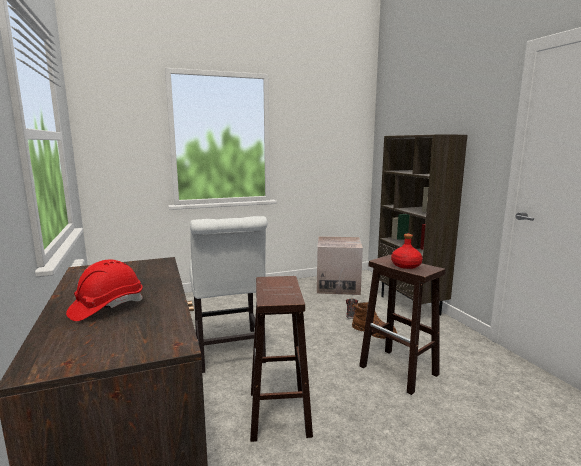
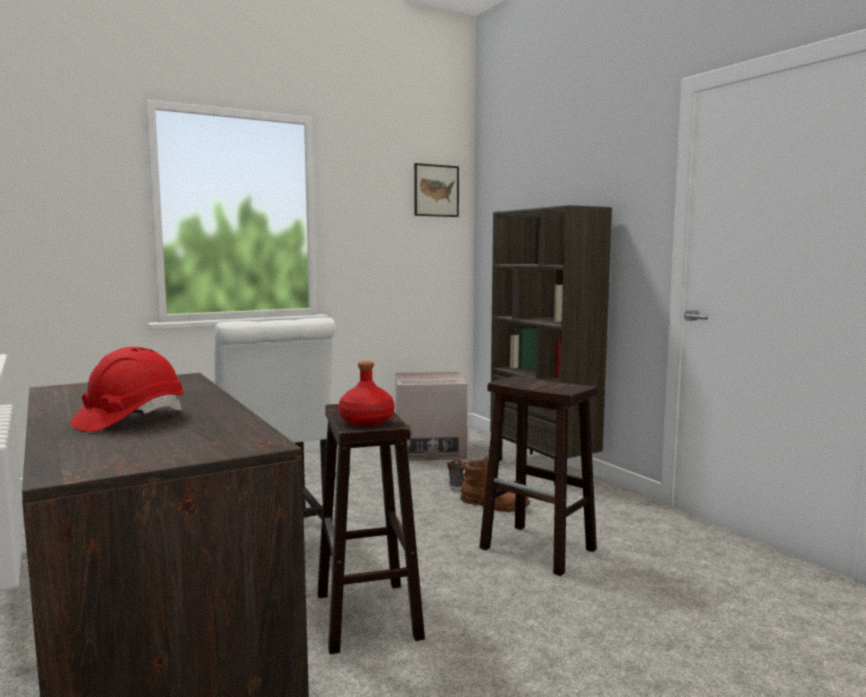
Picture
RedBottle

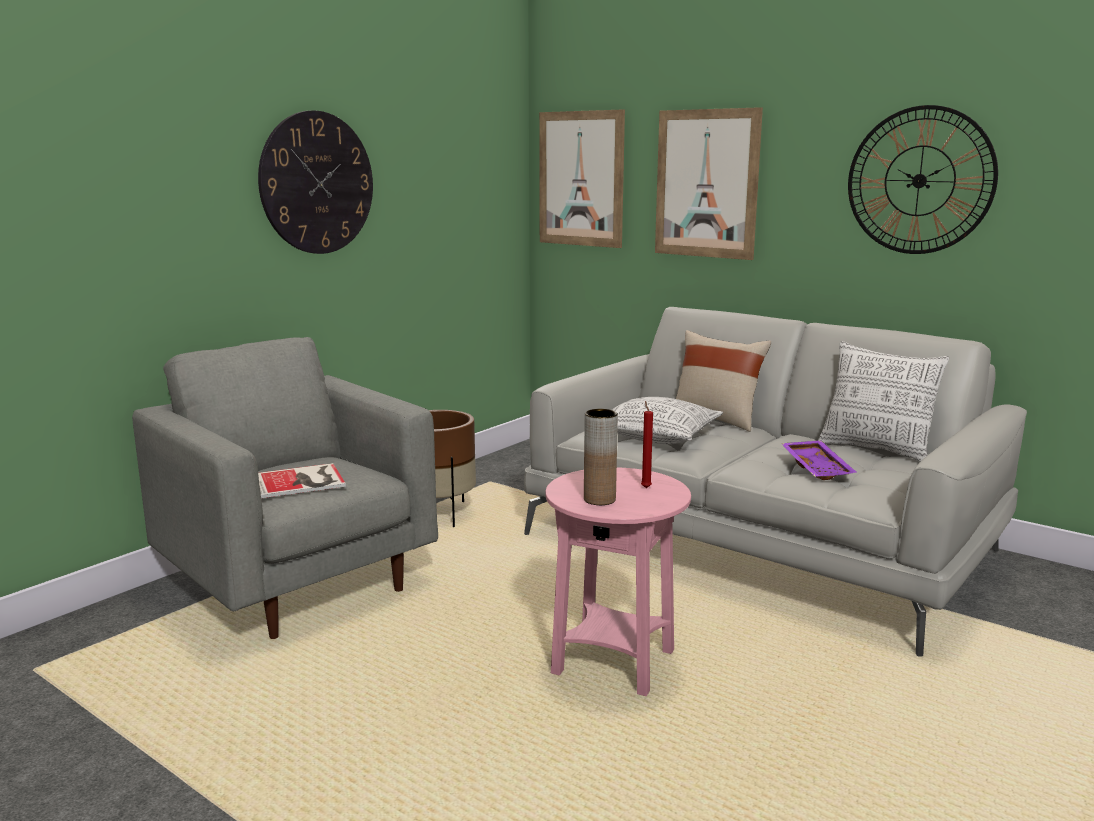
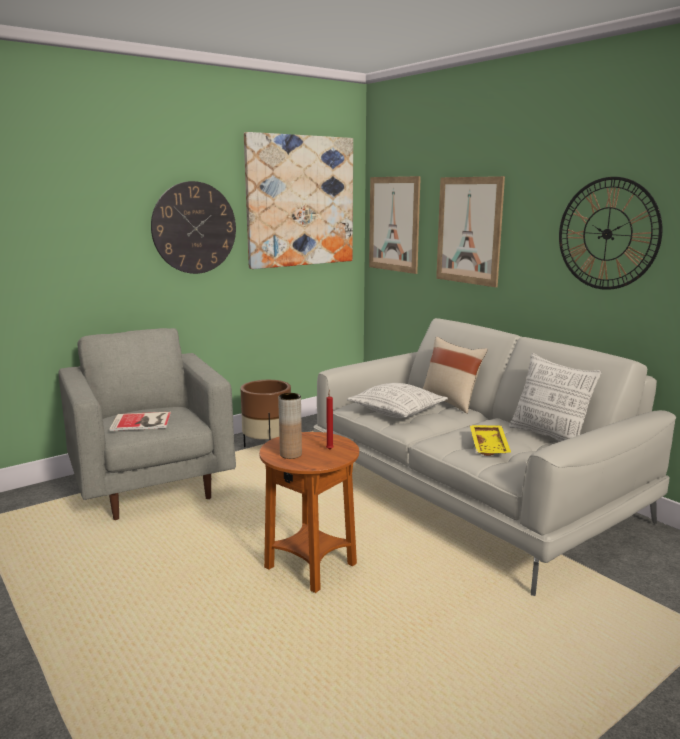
Picture (no. 1 from left)
BrownSideTable
YellowTray

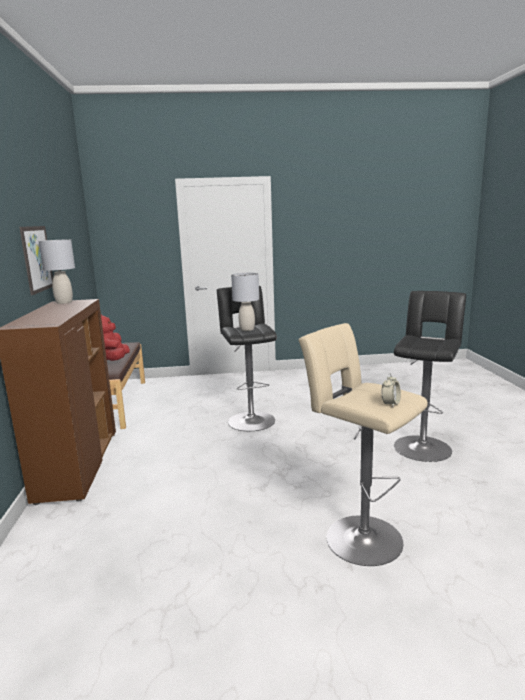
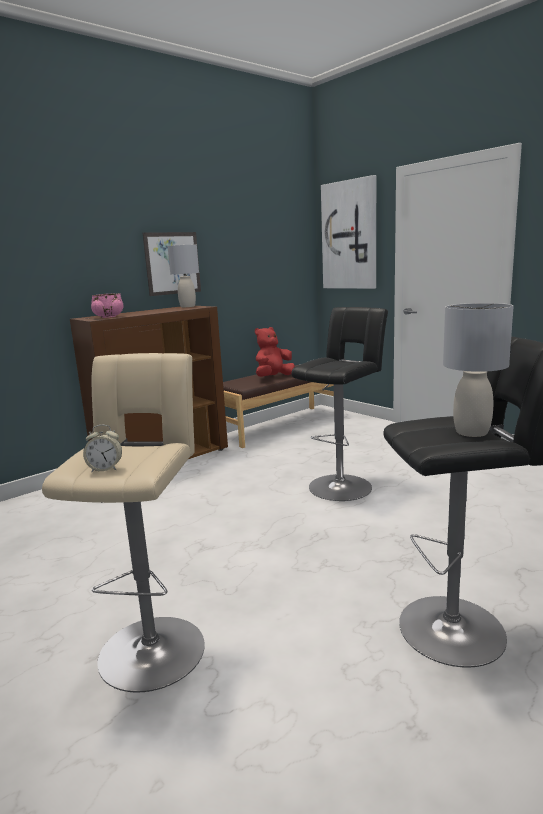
PinkBowl
Picture (no. 2 from left)
GreyTableLamp (no. 2 from left)

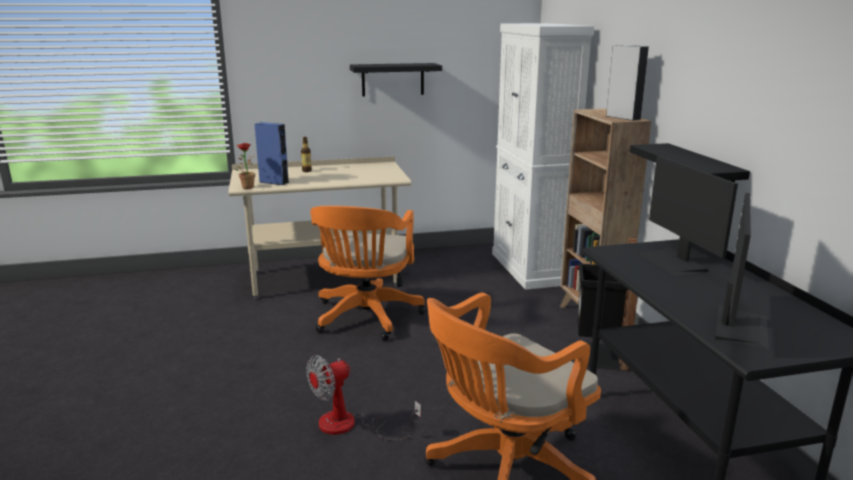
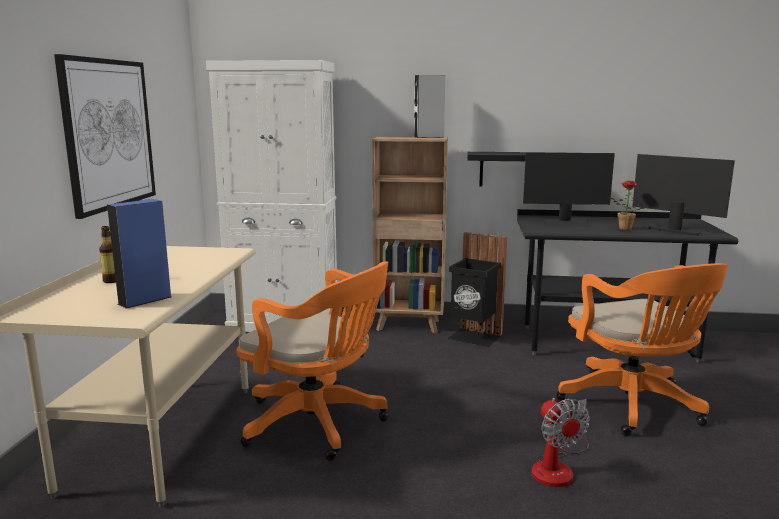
PottedPlant
Picture

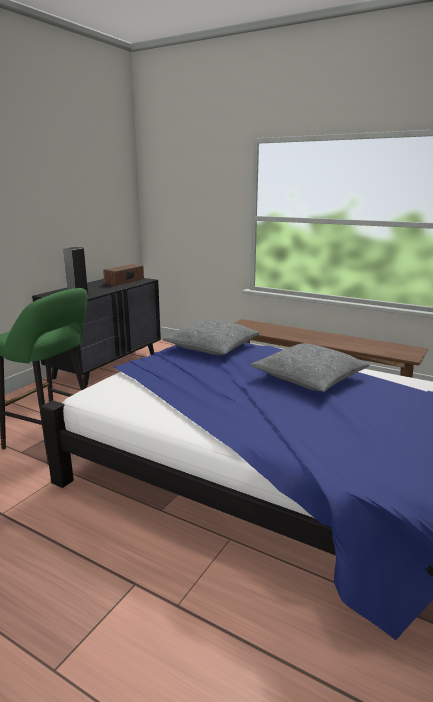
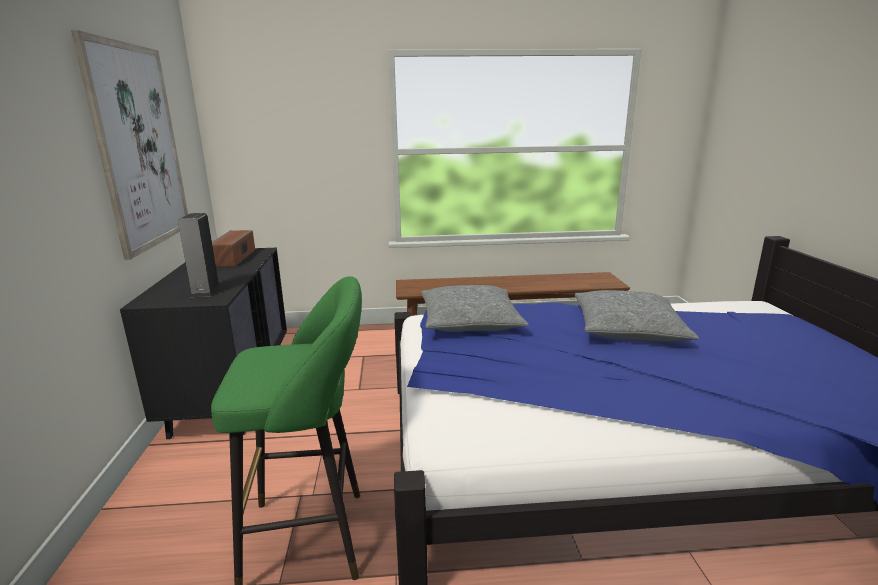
Picture

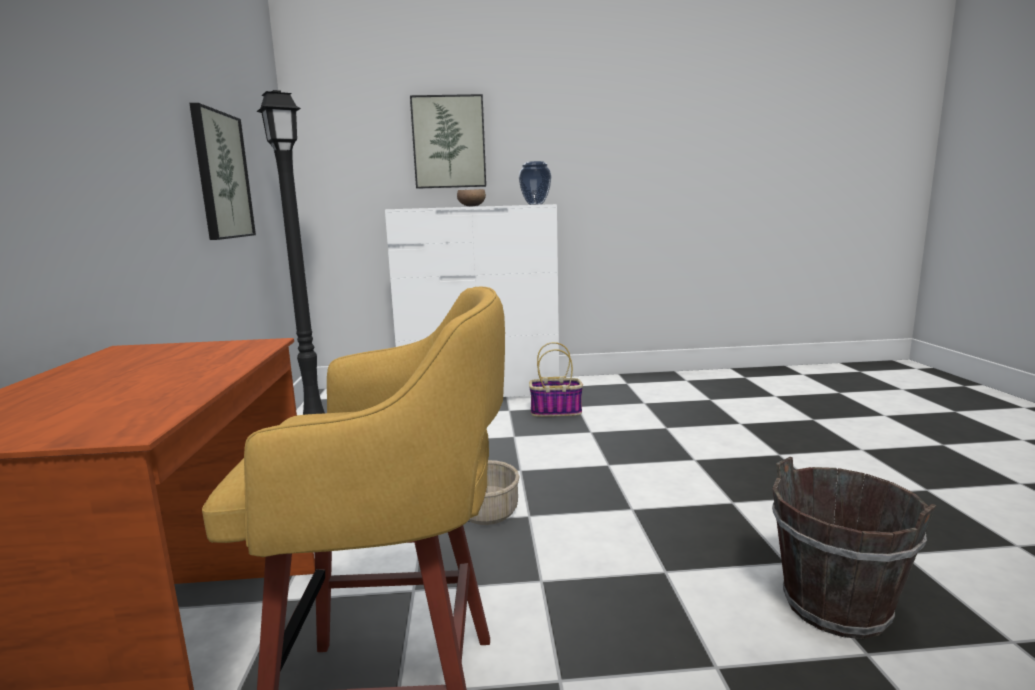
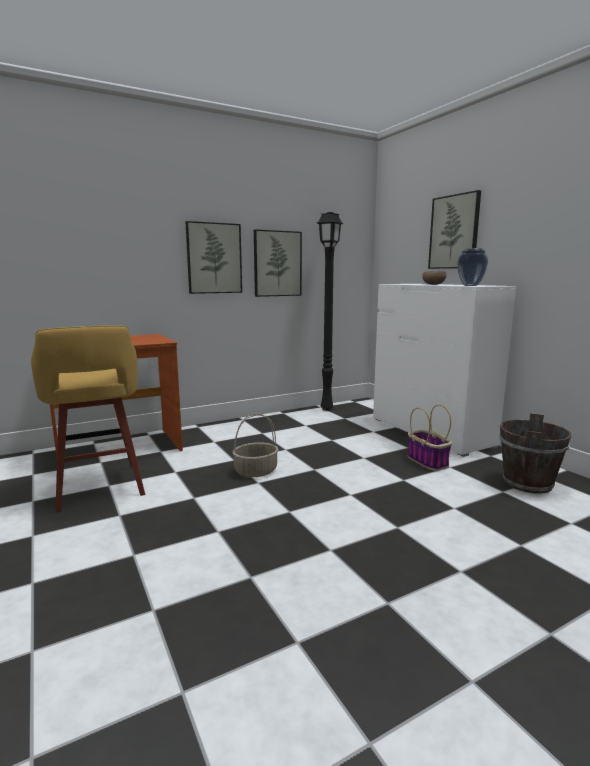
Picture (no. 1 from left)
BrownBucket

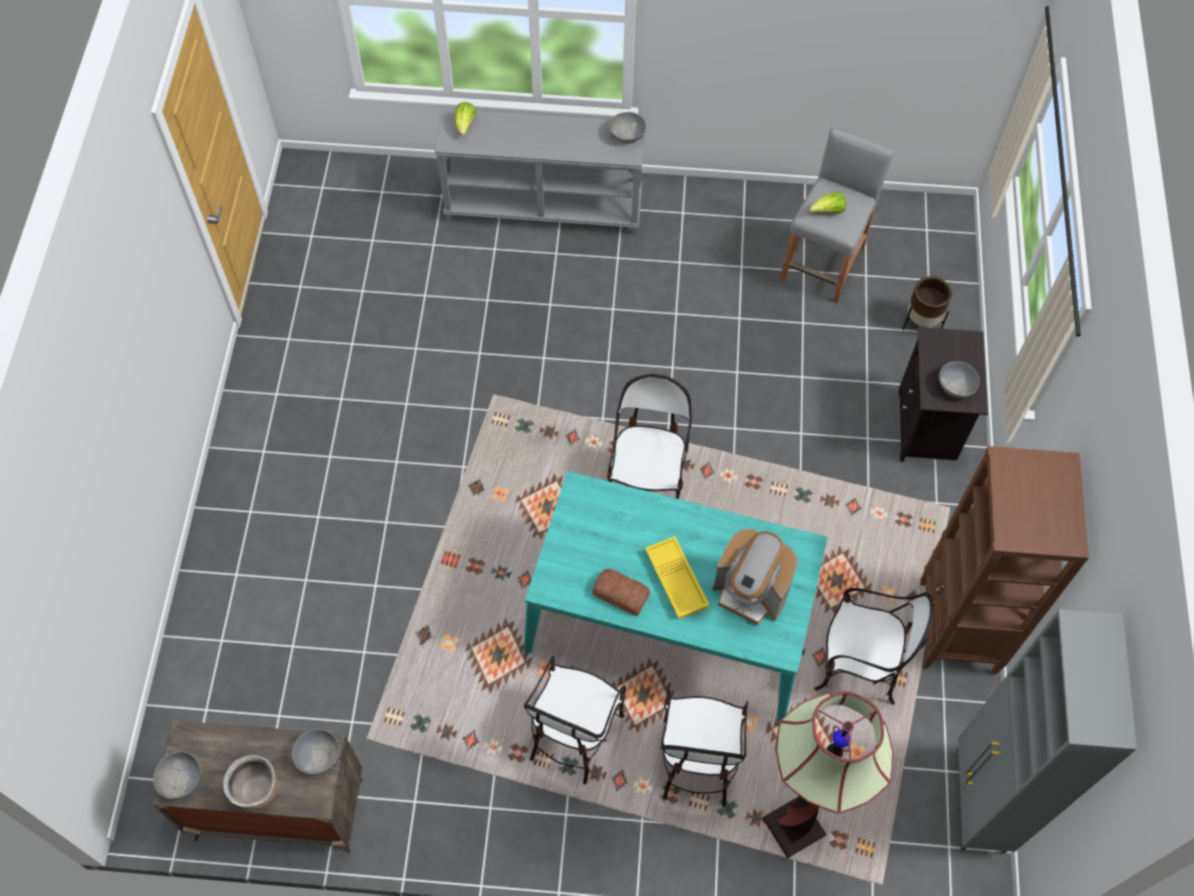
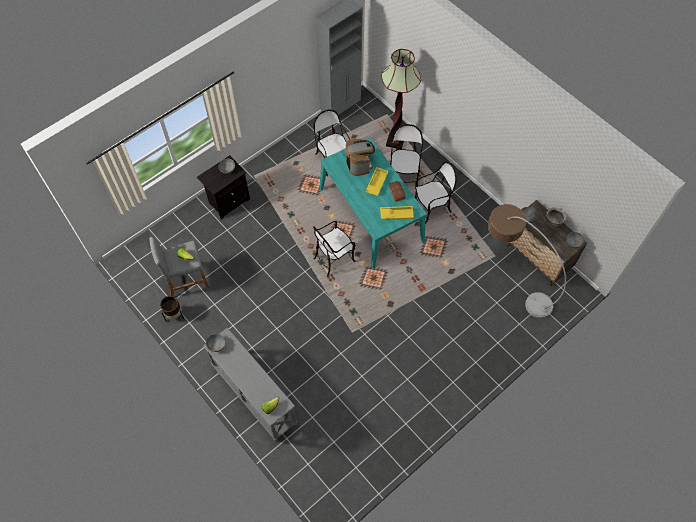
BrownBookcase
YellowTray (no. 2 from left)
FloorLamp (no. 2 from left)
BrownPlanter
Chair (no. 3 from left)

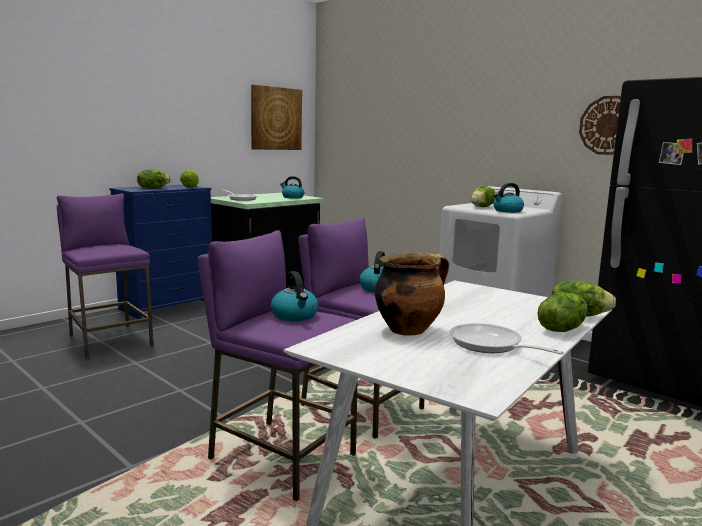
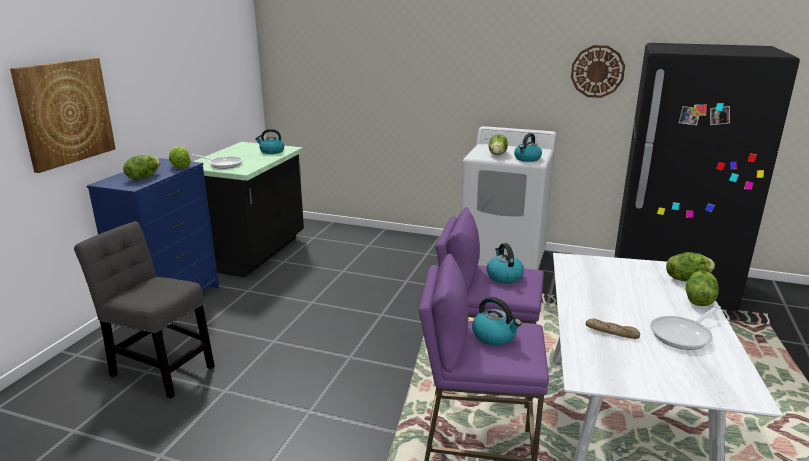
Picture
GreyChair
Bread
FryingPan (no. 2 from left)

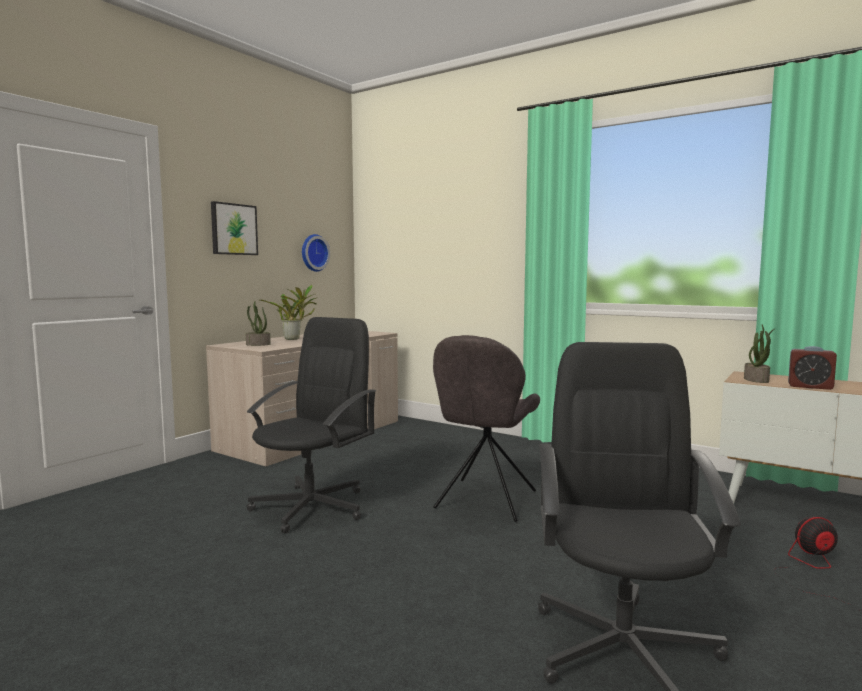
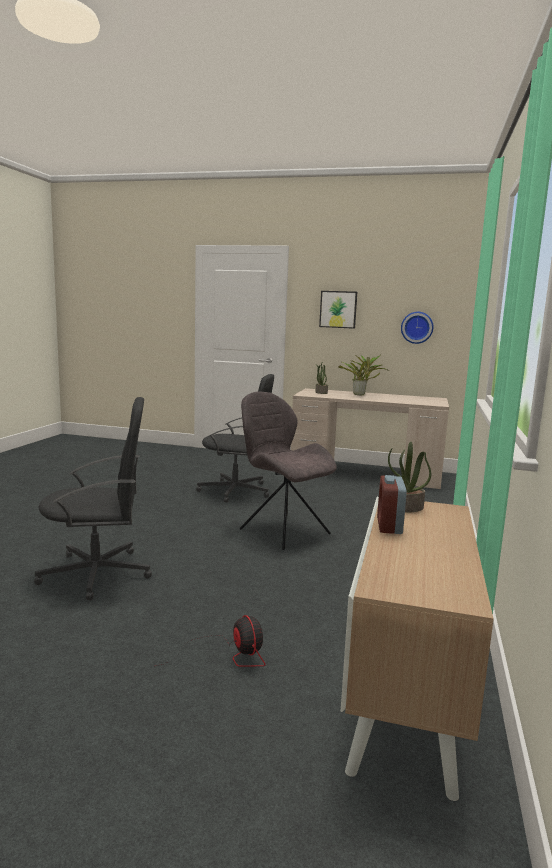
GreyChair

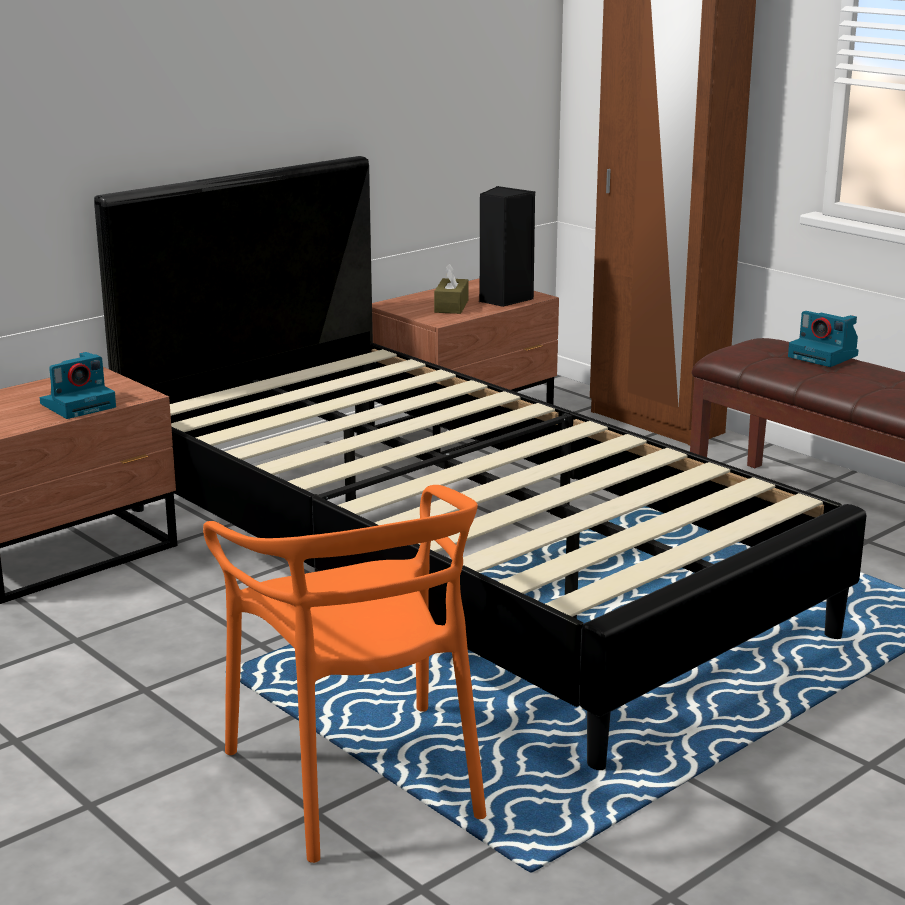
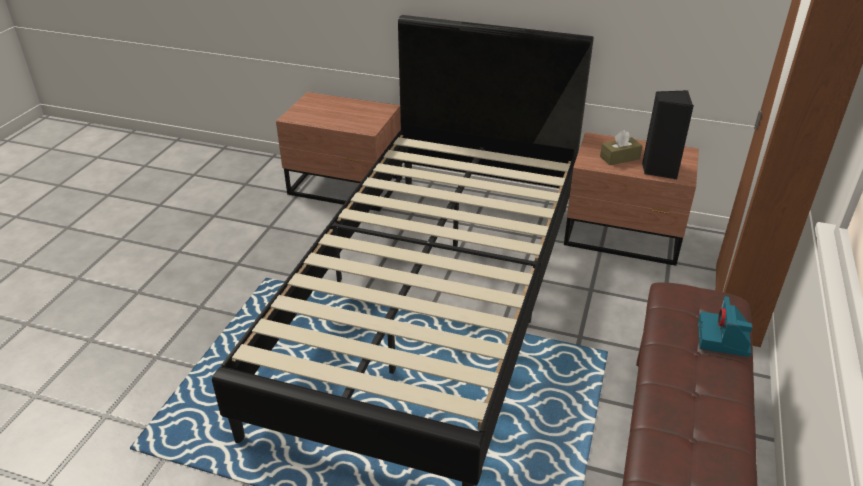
PhotoCamera (no. 1 from left in the first image)
OrangeChair

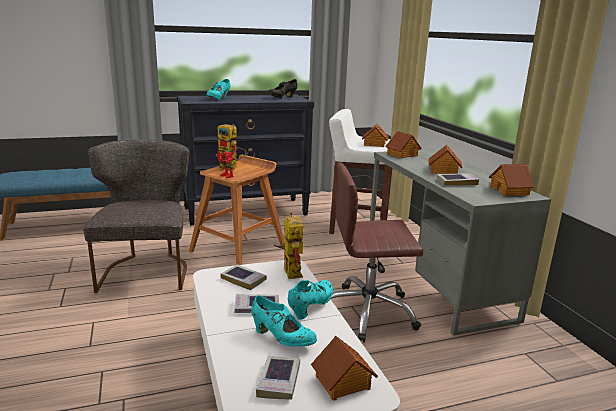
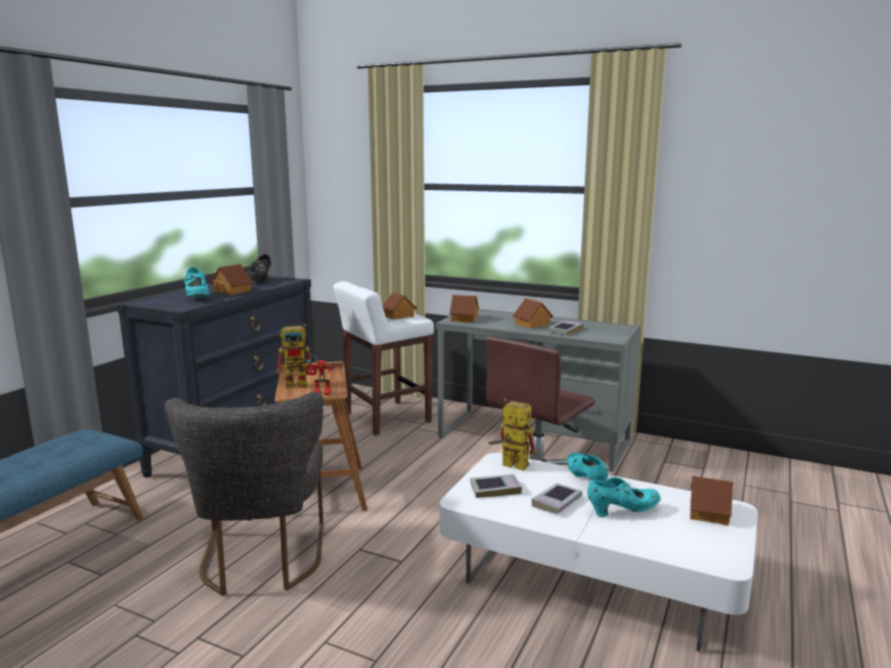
Book (no. 3 from left in the first image)
ToyHouse (no. 1 from left)
GreyChair

